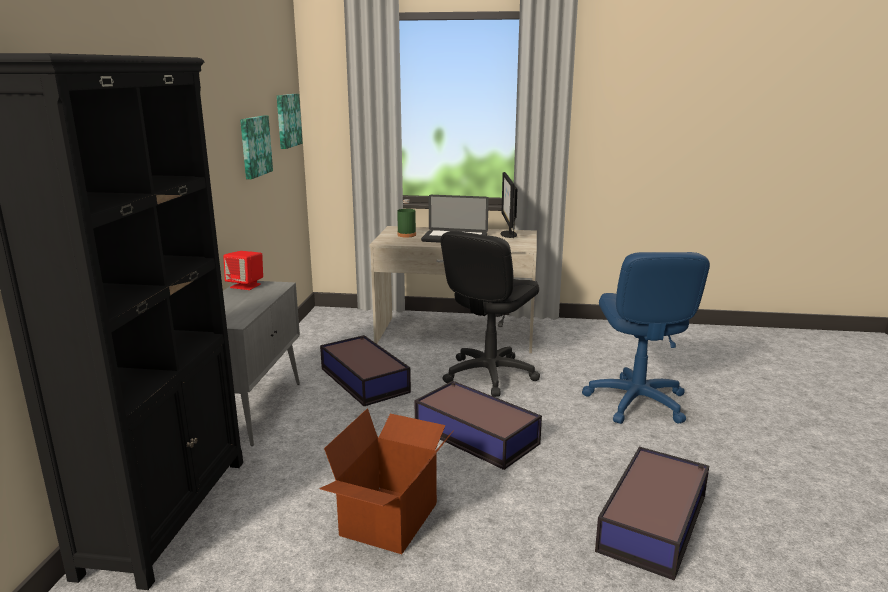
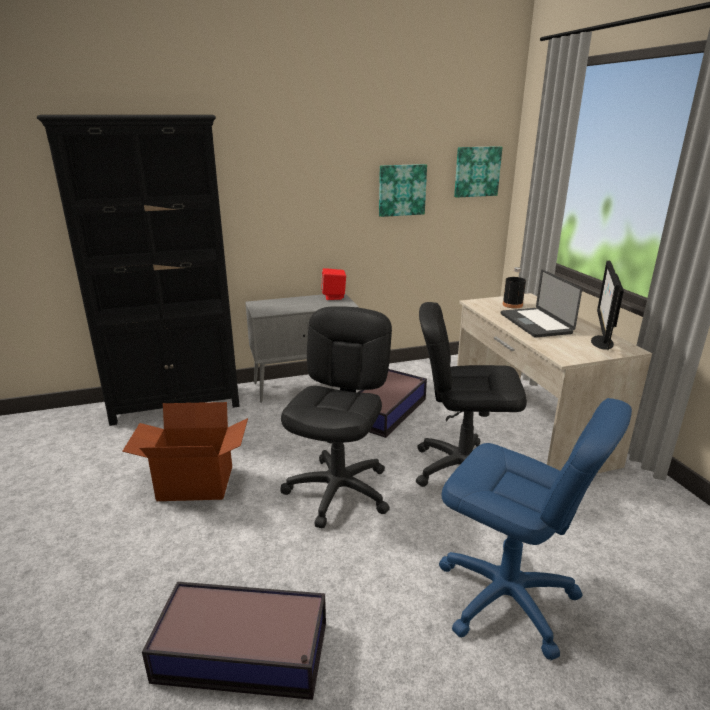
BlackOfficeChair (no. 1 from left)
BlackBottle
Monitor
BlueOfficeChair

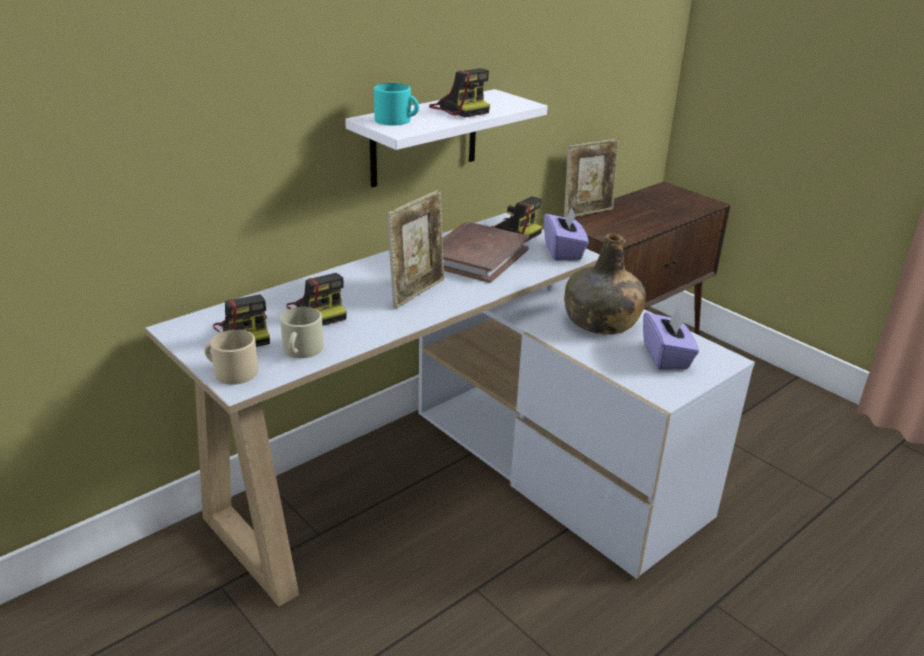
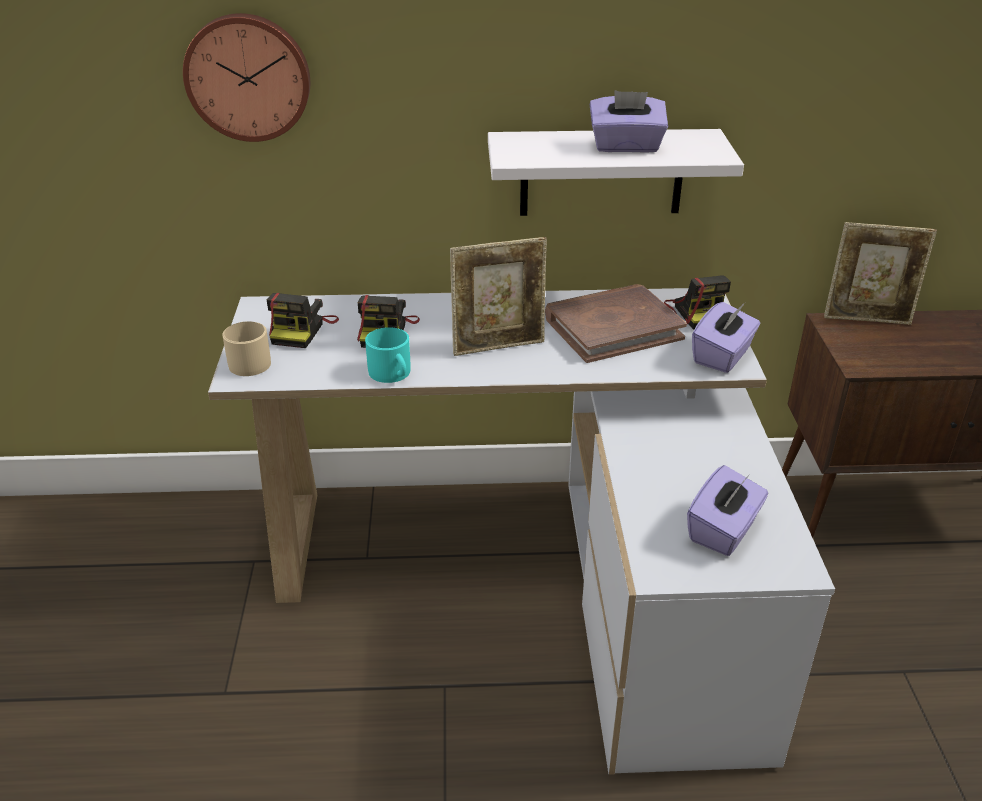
BeigeMug (no. 2 from left in the first image)
GreenBottle
WallClock
TurquoiseMug
PurpleTissueBox (no. 1 from left)

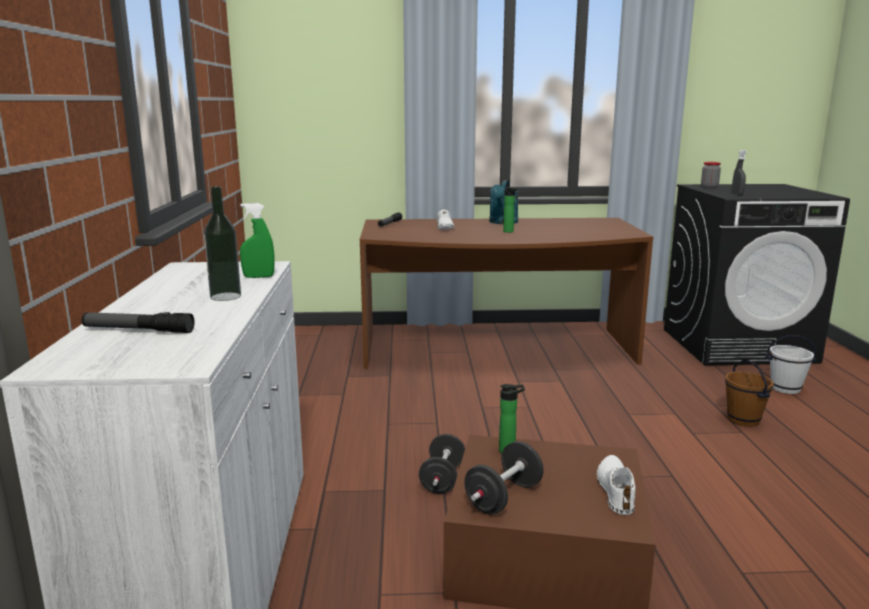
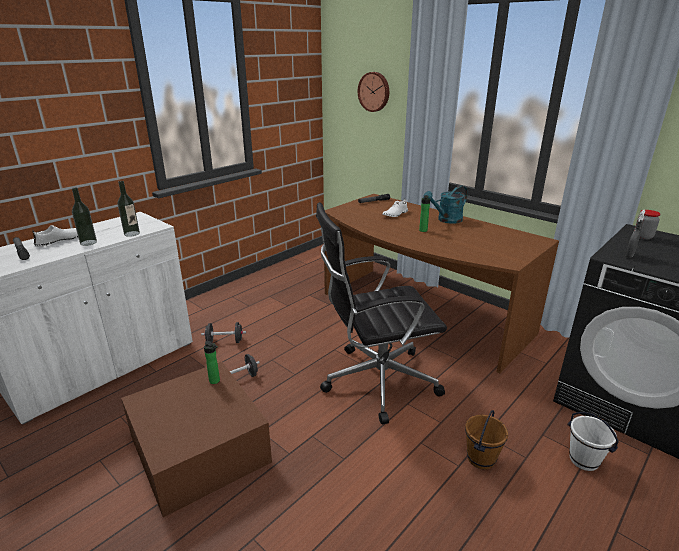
BlackOfficeChair
WallClock
BlackDumbbell (no. 1 from left)
WhiteShoe (no. 1 from left)
Bottle (no. 2 from left)

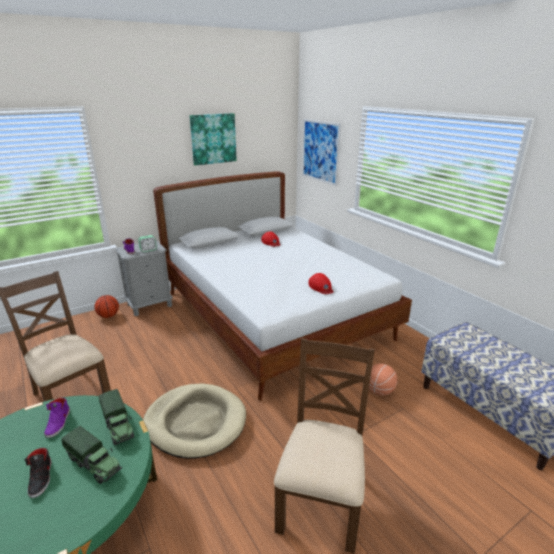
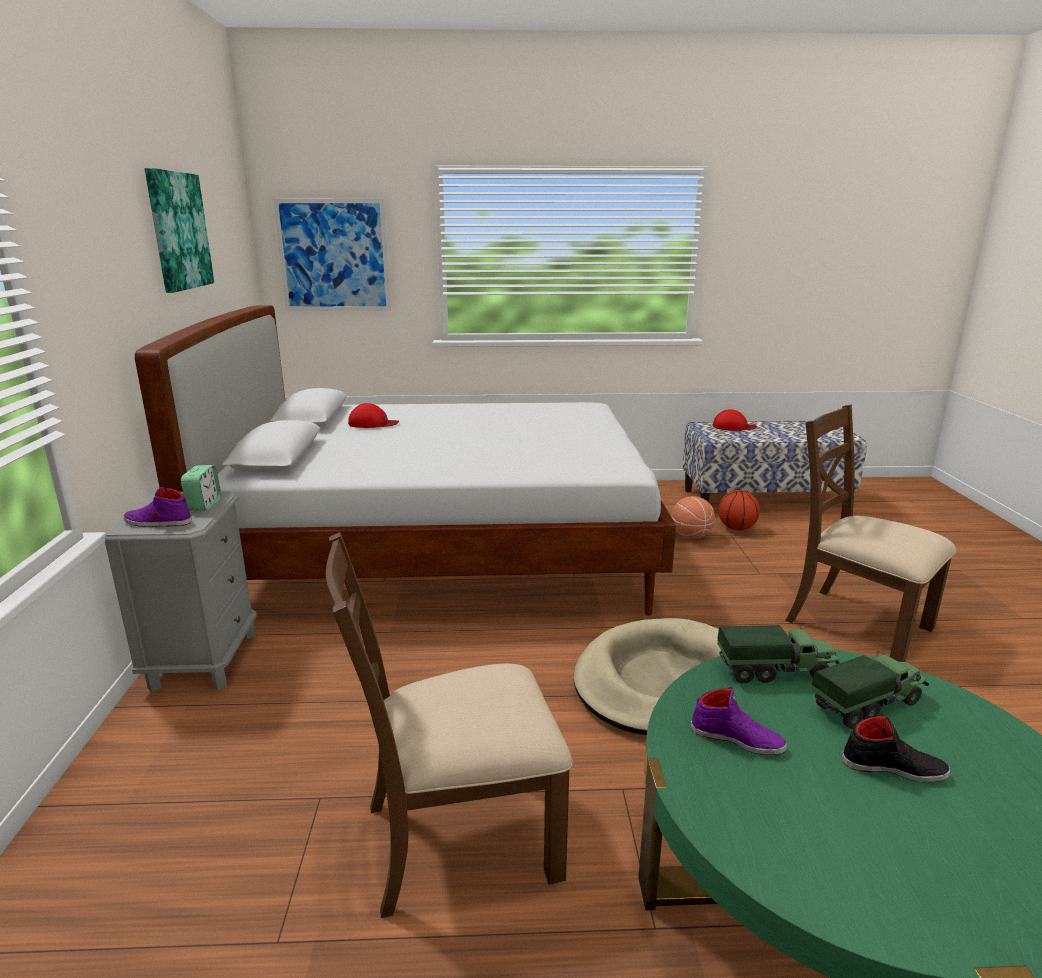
Basketball (no. 2 from left)
RedCap (no. 2 from left)

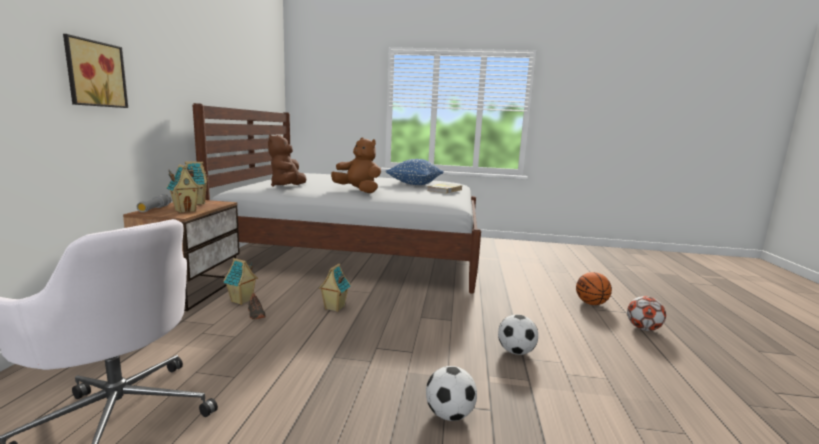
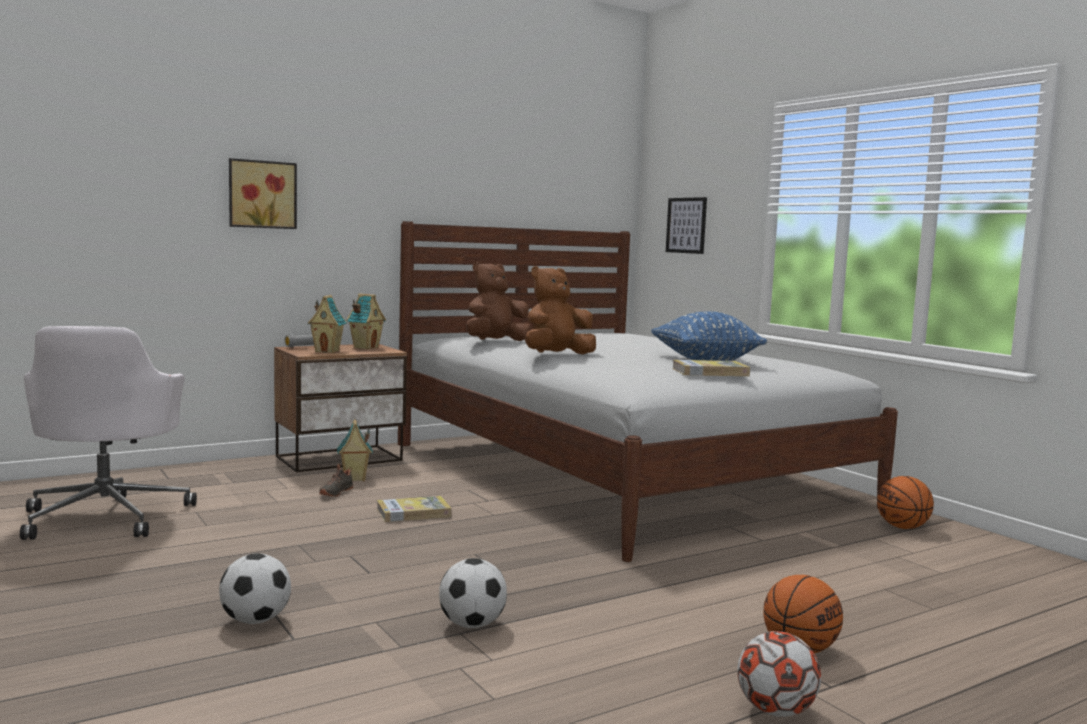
Picture (no. 2 from left)
Basketball (no. 2 from left)
Book (no. 1 from left)
BrownPlushToy (no. 2 from left)

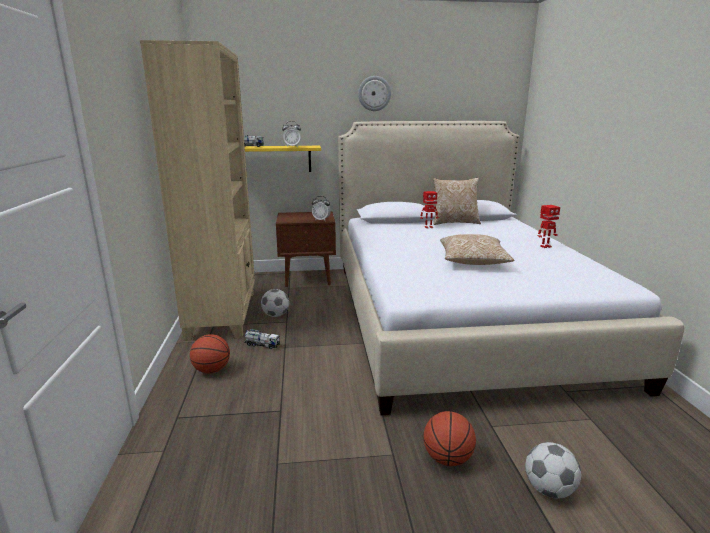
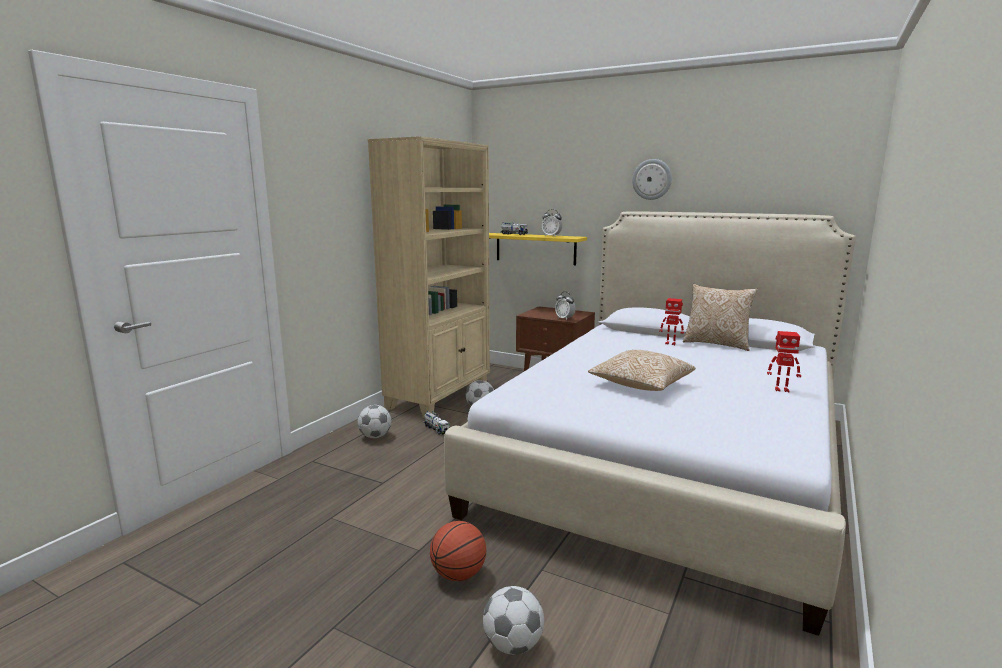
Football (no. 1 from left)

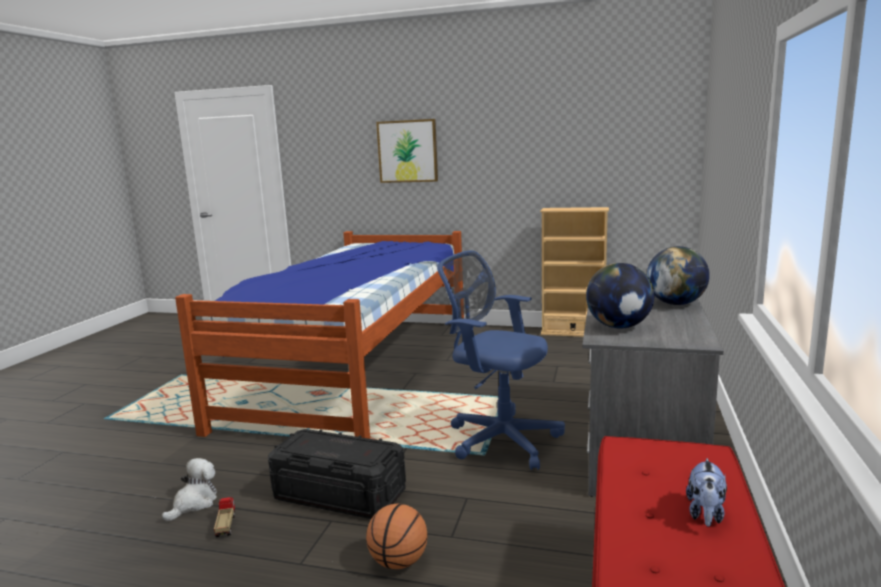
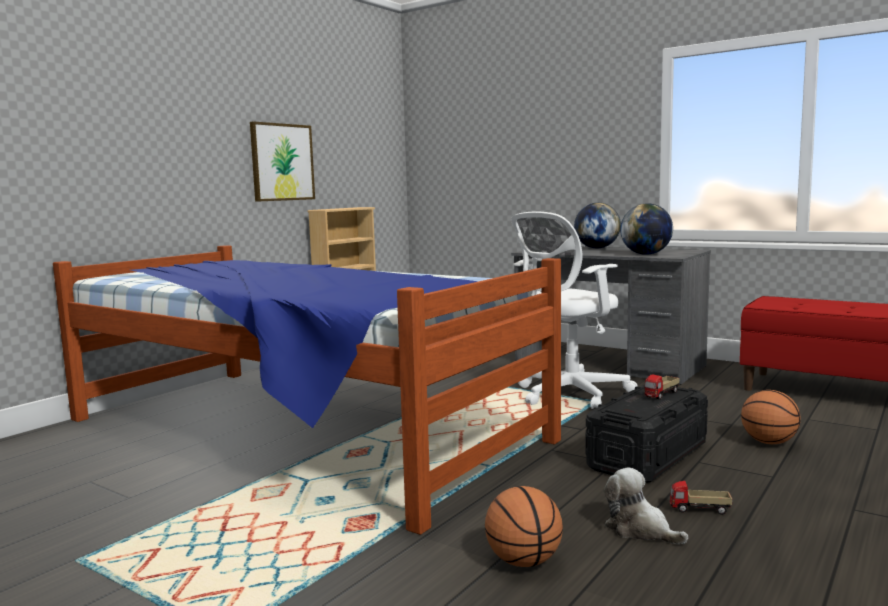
PlushToy (no. 2 from left in the first image)
Basketball (no. 1 from left)
ToyTruck (no. 1 from left)
Picture
WhiteOfficeChair

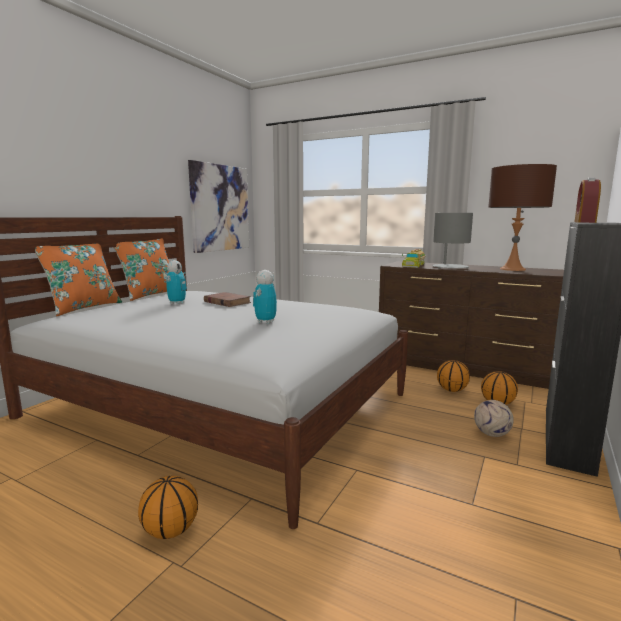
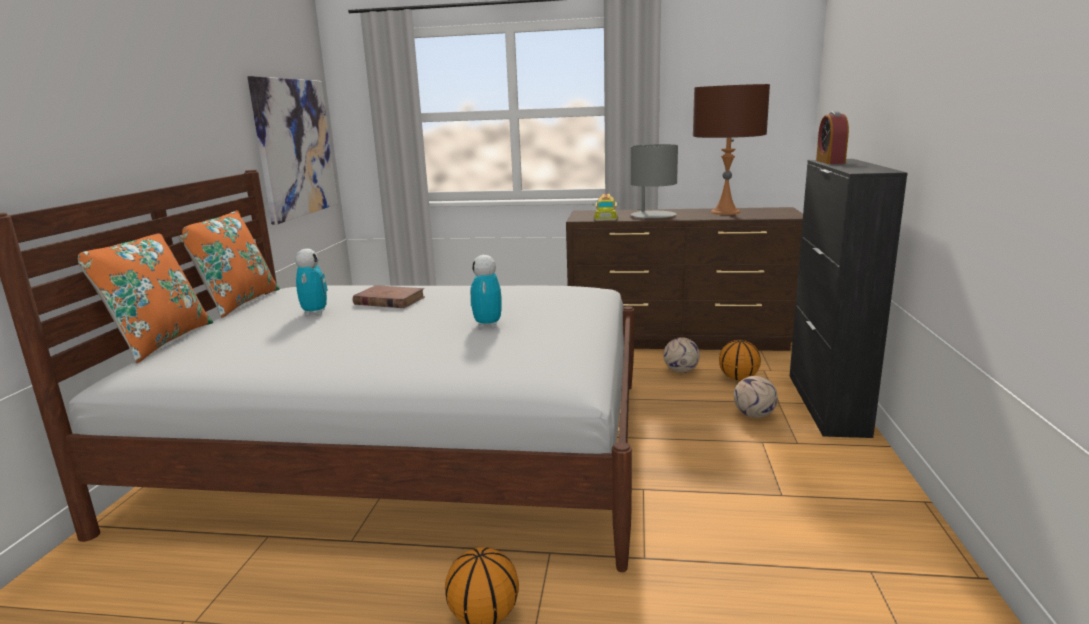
Football (no. 1 from left)

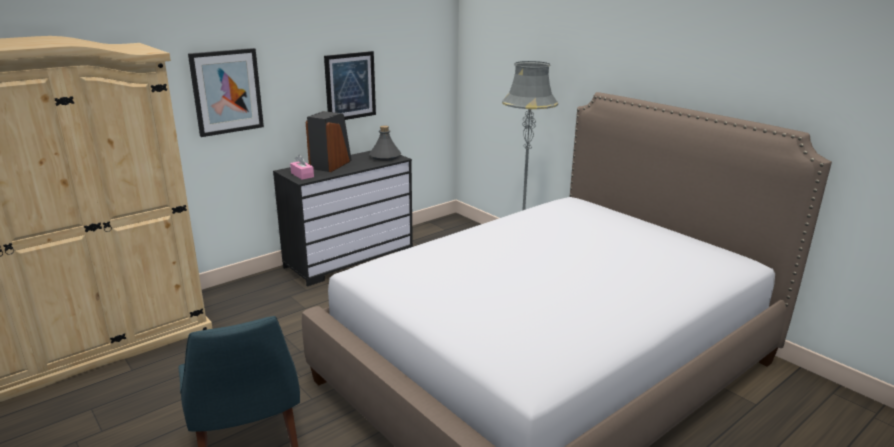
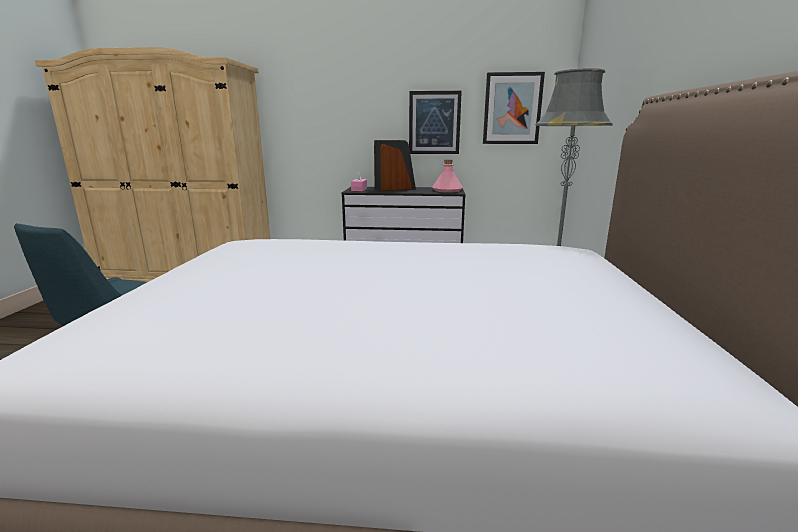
Picture (no. 2 from left)
PinkBottle

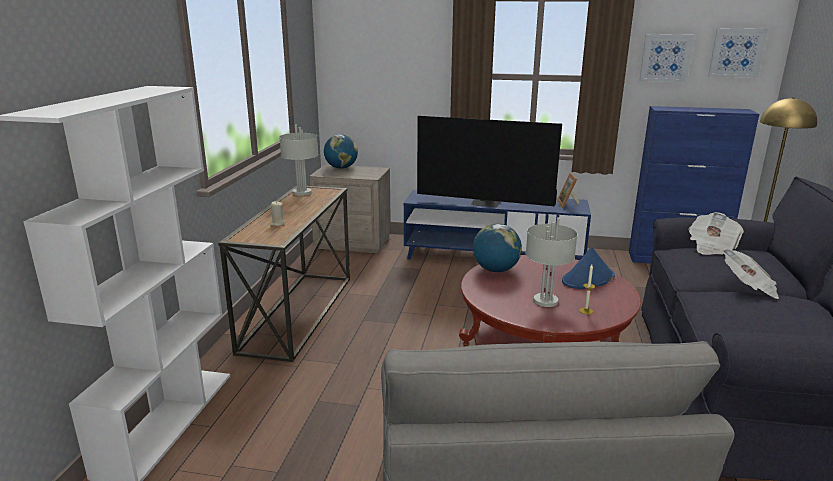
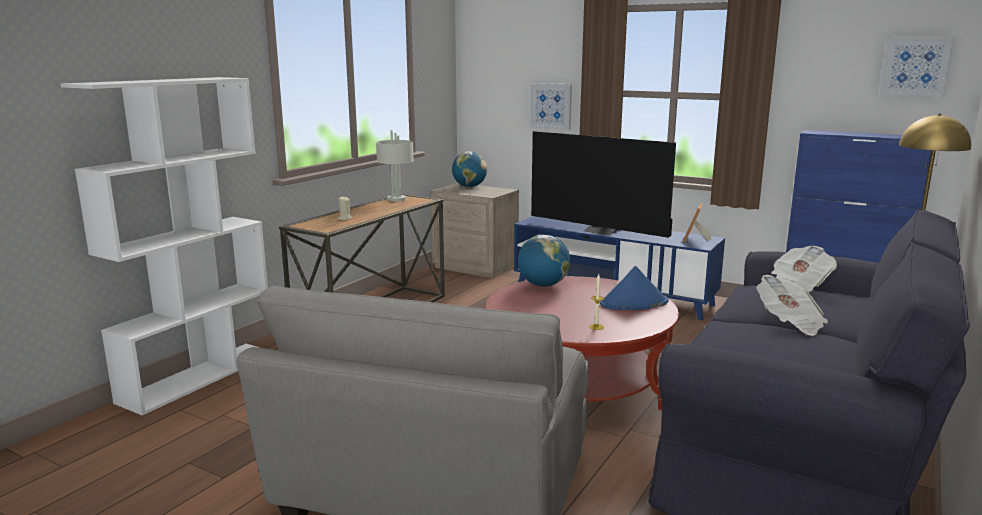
GreyTableLamp (no. 2 from left in the first image)
Picture (no. 1 from left)

